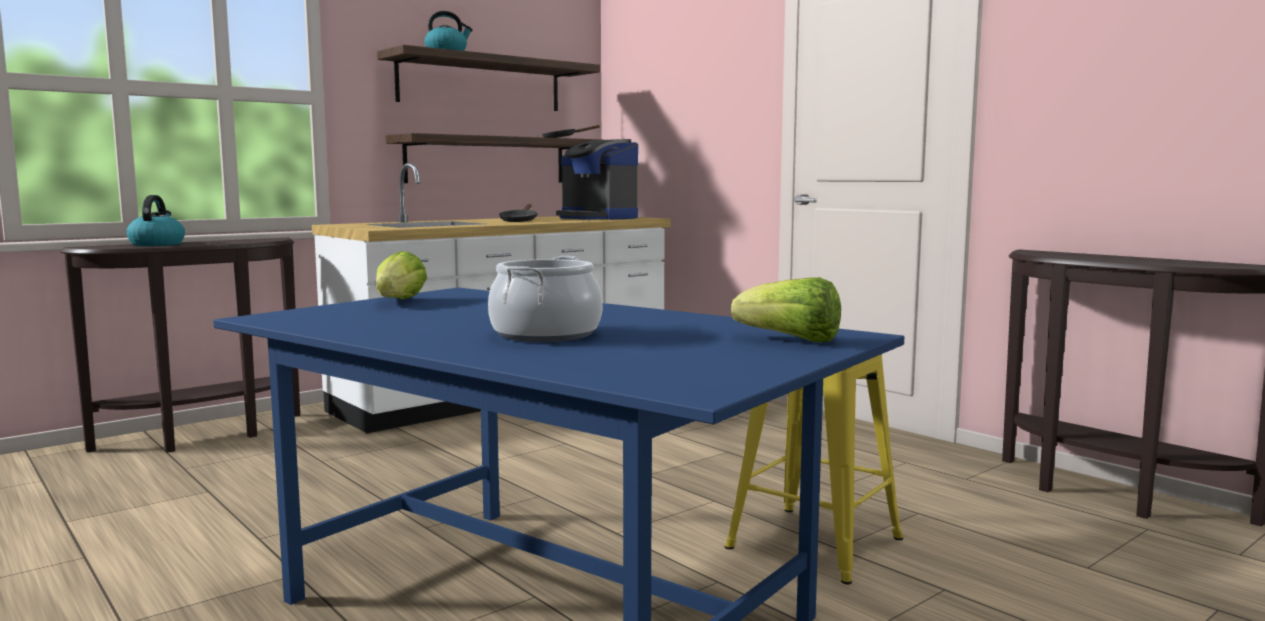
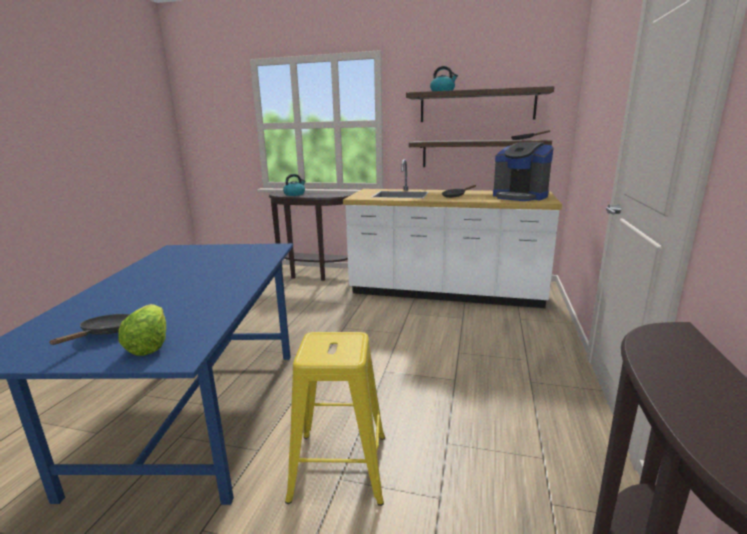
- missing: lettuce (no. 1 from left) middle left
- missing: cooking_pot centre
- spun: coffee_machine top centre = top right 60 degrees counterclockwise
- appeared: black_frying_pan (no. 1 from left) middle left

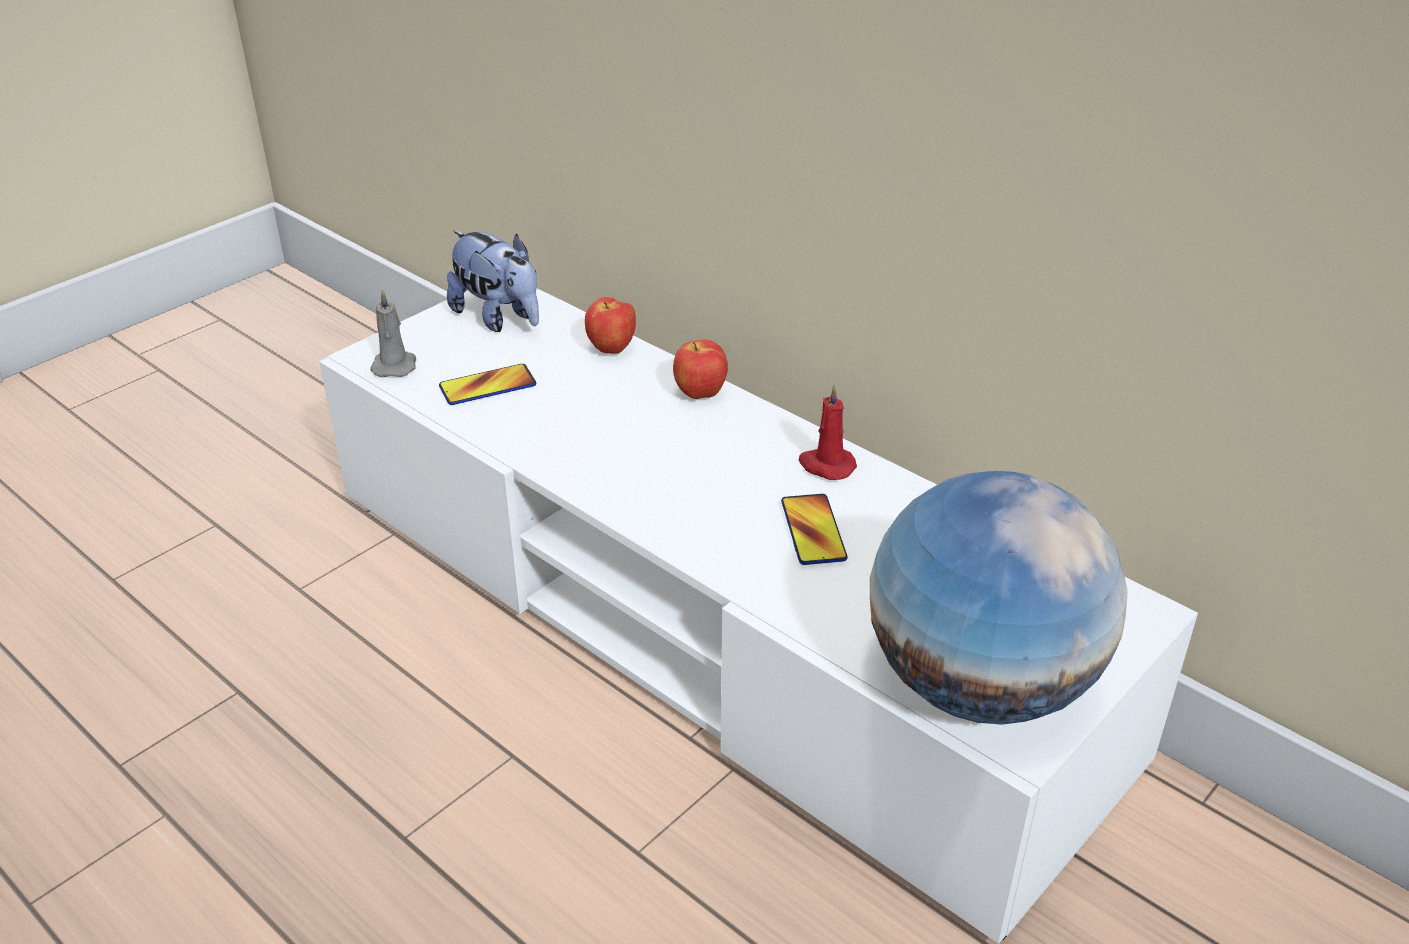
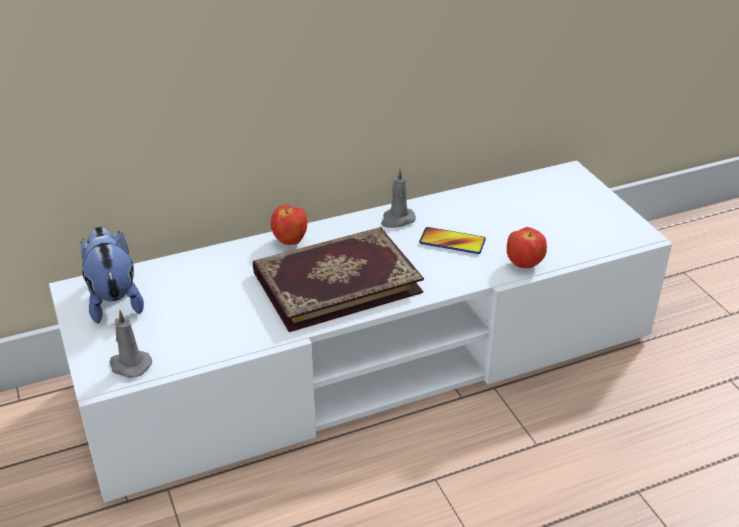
- missing: phone (no. 1 from left) centre
- spun: plush_toy top centre = middle left 90 degrees counterclockwise
- relocated: apple (no. 1 from left in the first image) centre to apple (no. 2 from left) middle right
- colour: red_candle centre to grey_candle (no. 2 from left) centre
- missing: globe middle right
- appeared: book centre

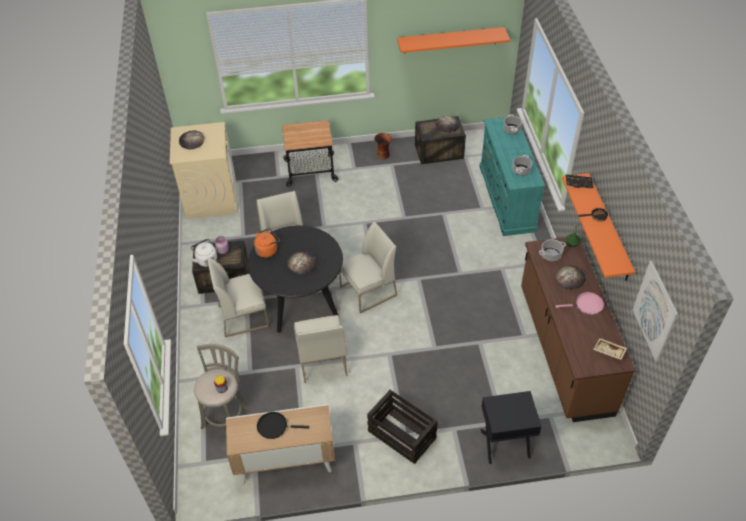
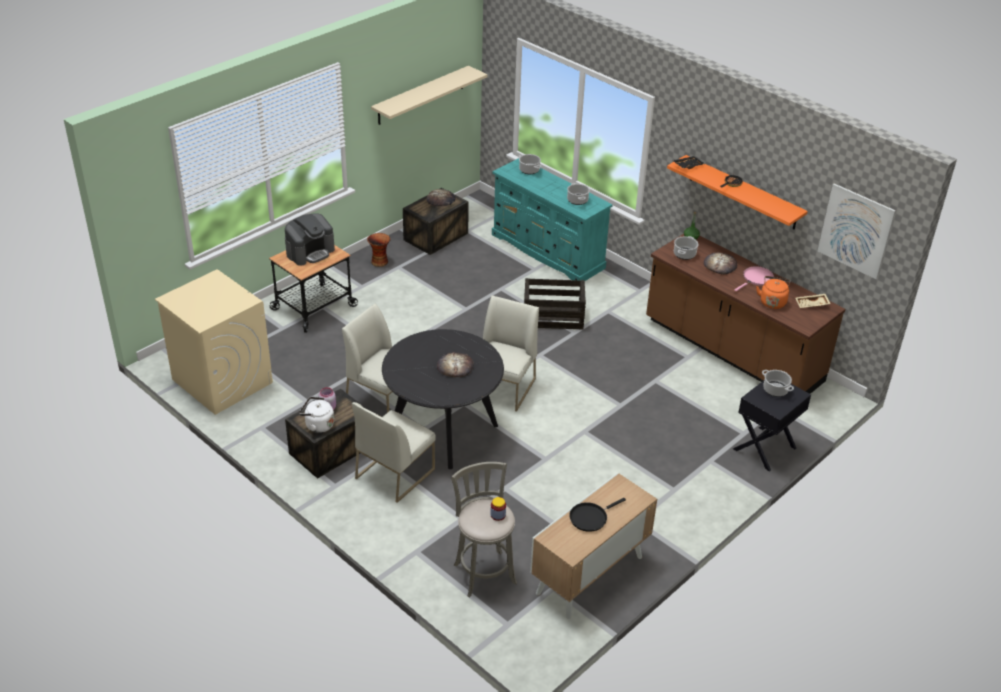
- missing: bread (no. 1 from left) top left
- relocated: orange_kettle centre to middle right
- missing: white_chair (no. 3 from left) bottom centre
- relocated: crate (no. 2 from left in the first image) bottom centre to crate (no. 3 from left) centre
- colour: orange_shelf (no. 1 from left) top centre to beige_shelf top centre
- appeared: coffee_machine middle left
- appeared: cooking_pot (no. 4 from left) middle right

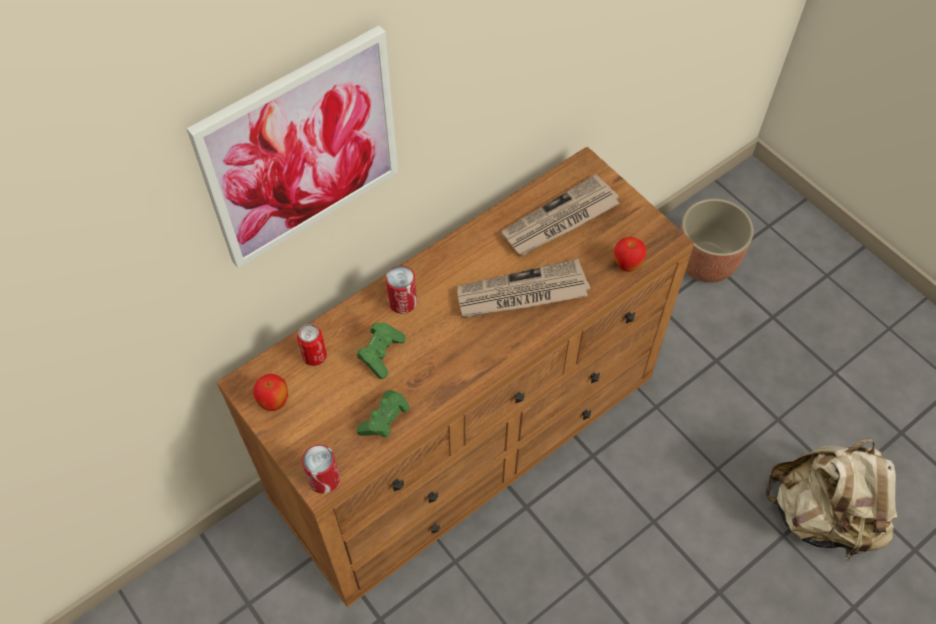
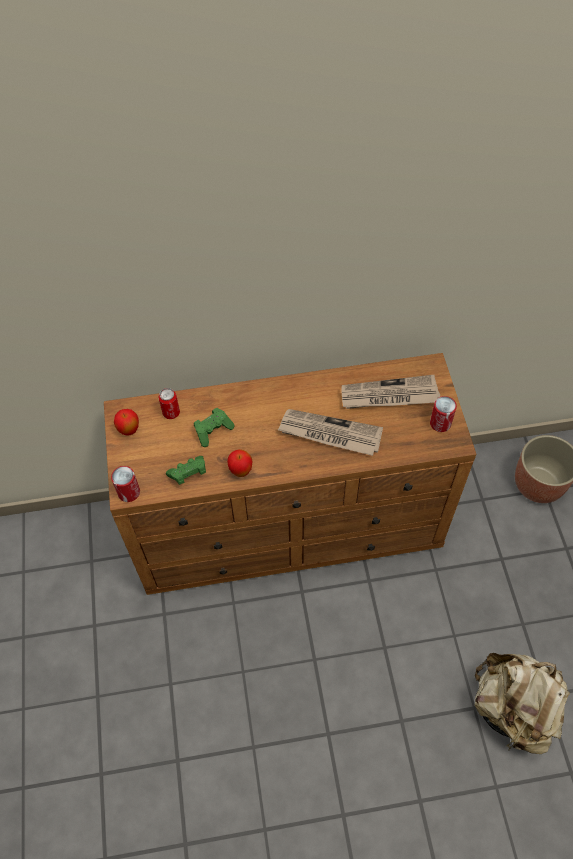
- missing: picture top left
- relocated: can (no. 3 from left) centre to middle right
- relocated: apple (no. 2 from left) middle right to centre

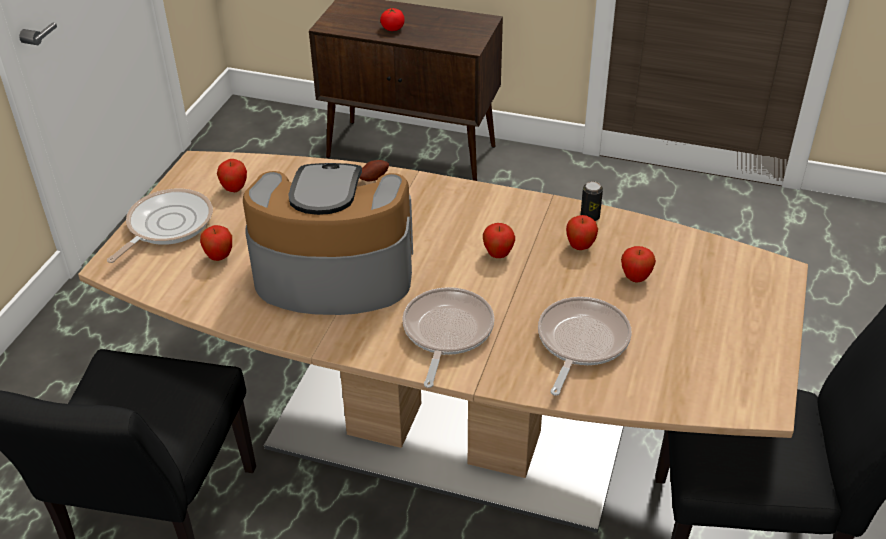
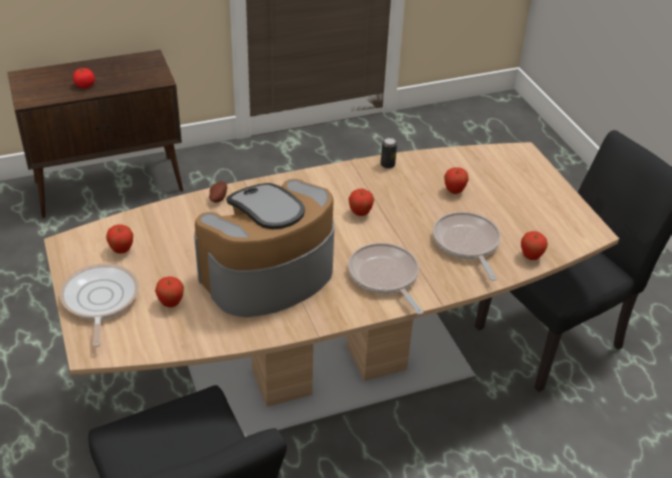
- relocated: apple (no. 4 from left in the first image) centre to apple (no. 5 from left) middle right

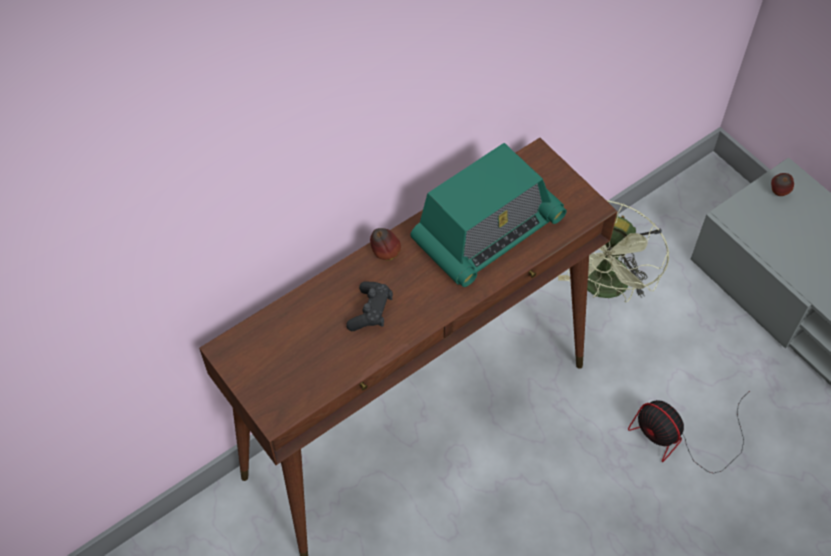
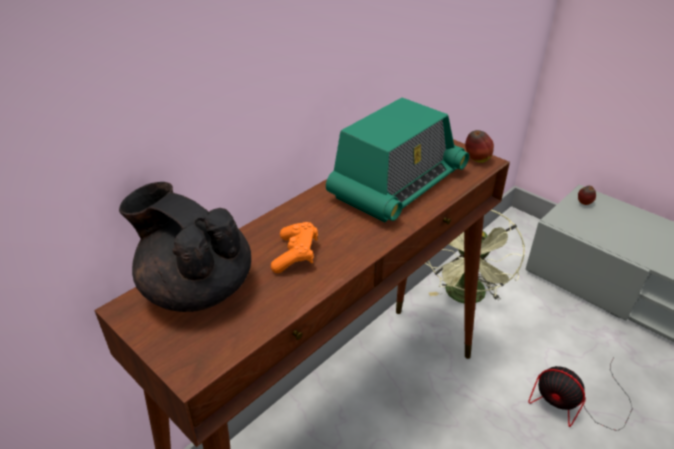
- colour: black_game_controller centre to orange_game_controller centre
- relocated: apple (no. 1 from left) centre to top right
- appeared: black_teapot middle left

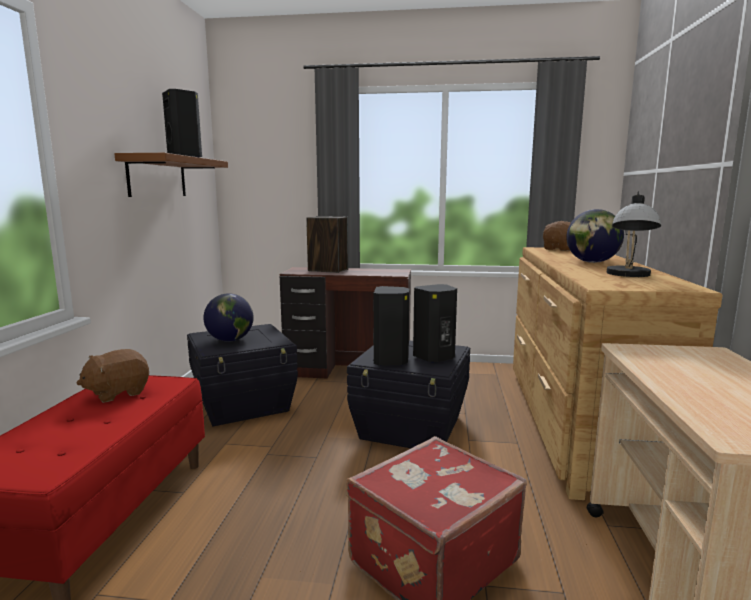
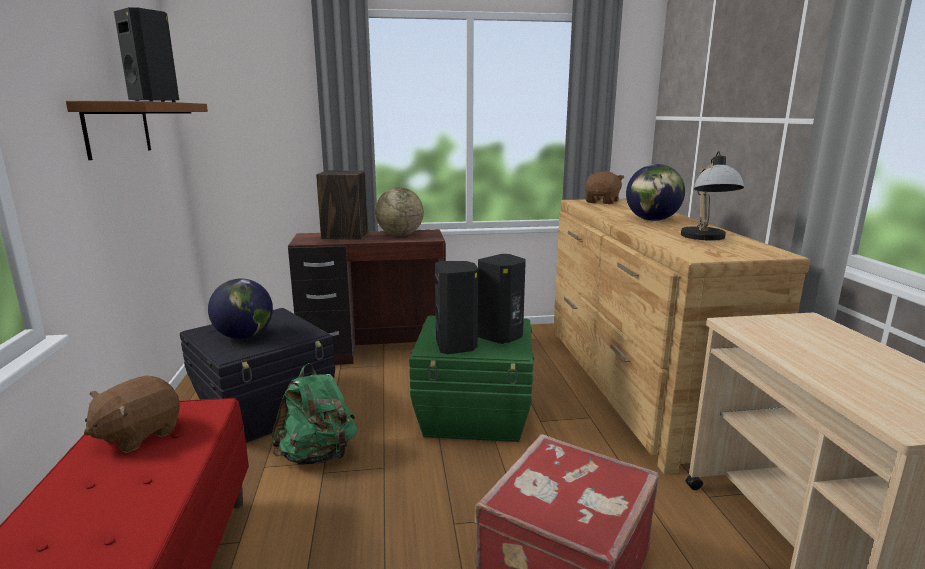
- colour: black_storage_box (no. 2 from left) centre to green_storage_box centre
- appeared: green_backpack bottom centre
- appeared: globe (no. 2 from left) centre

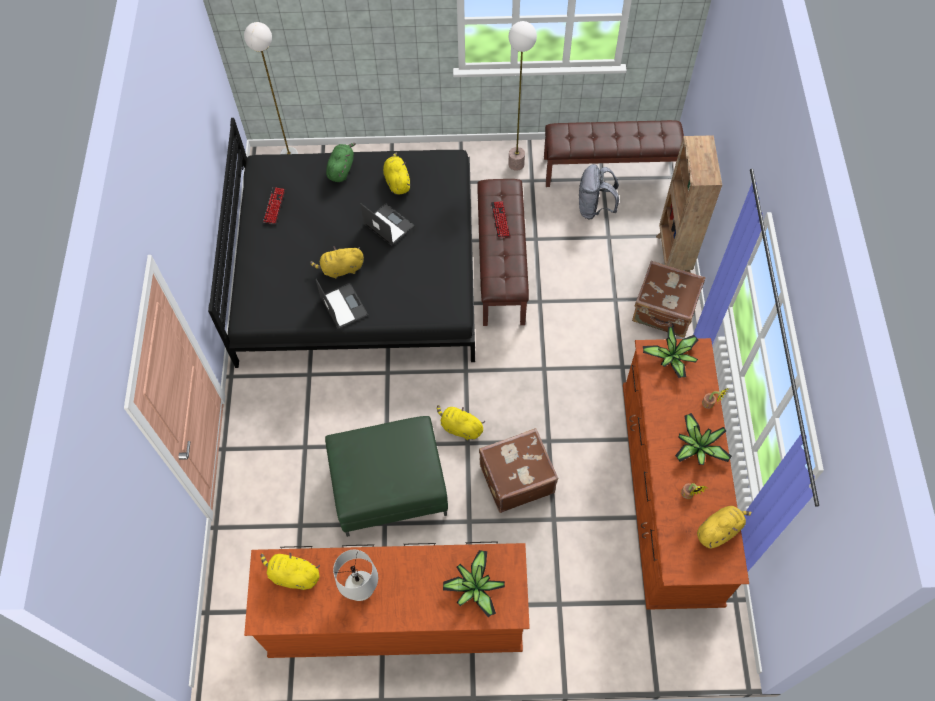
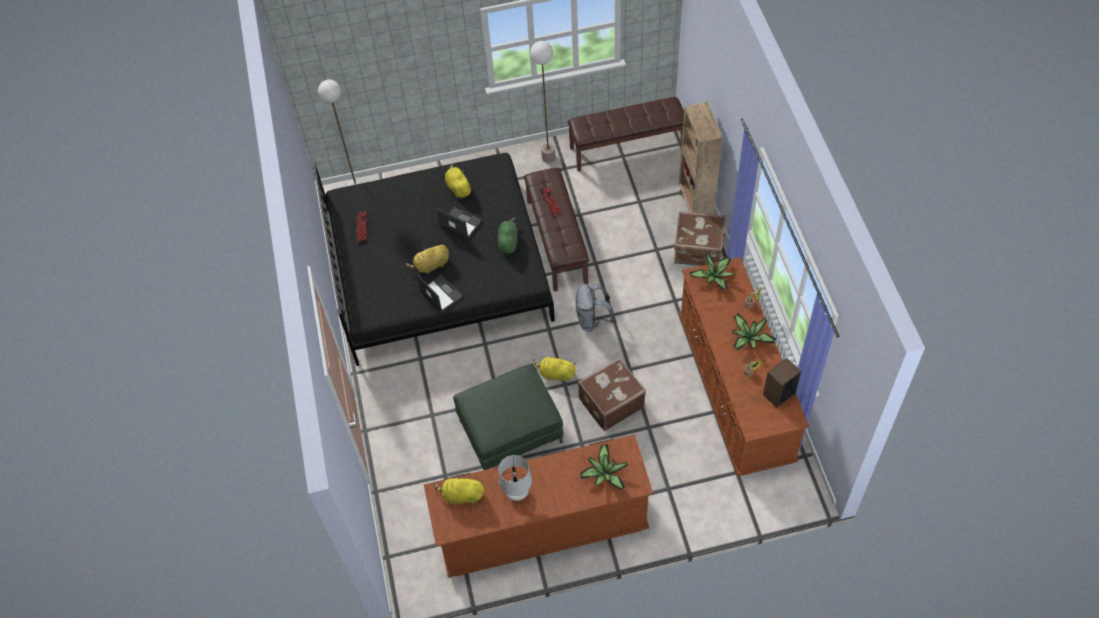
- relocated: green_plush_toy top centre to centre
- relocated: grey_backpack top centre to centre
- exchanged: yellow_plush_toy (no. 5 from left) bottom right to speaker middle right

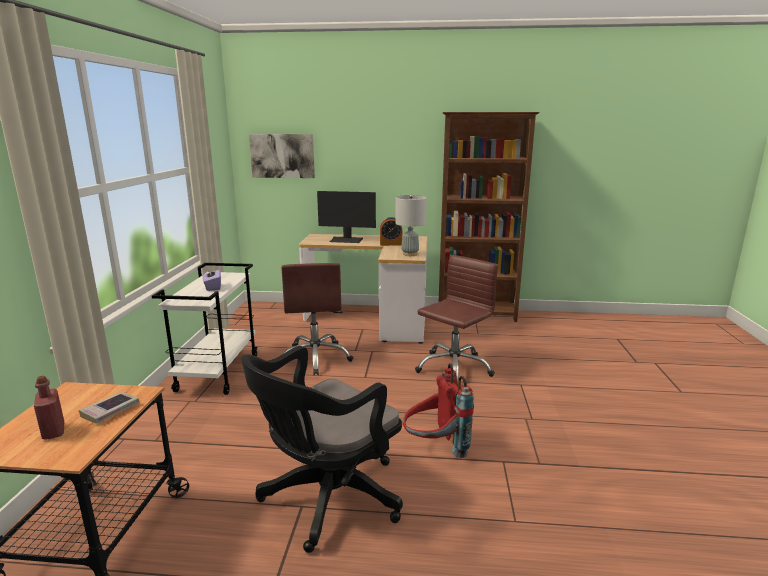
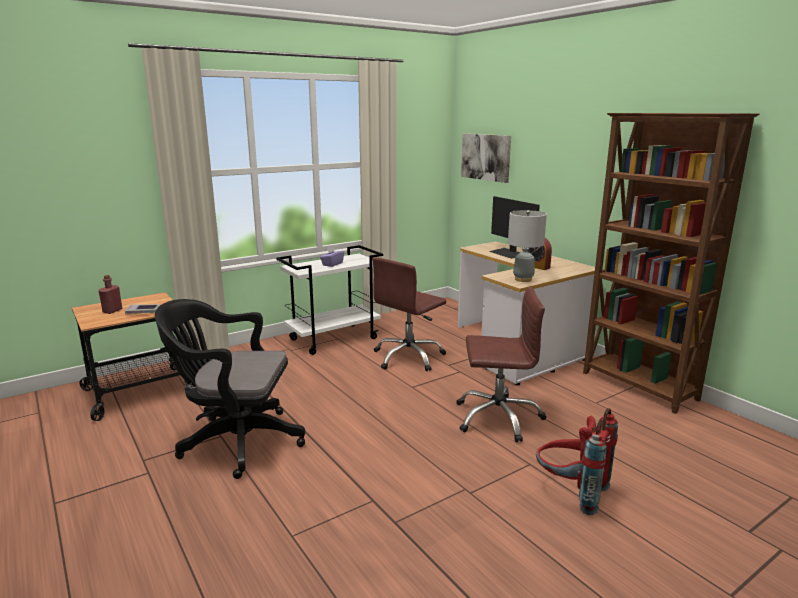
- relocated: red_backpack bottom centre to bottom right

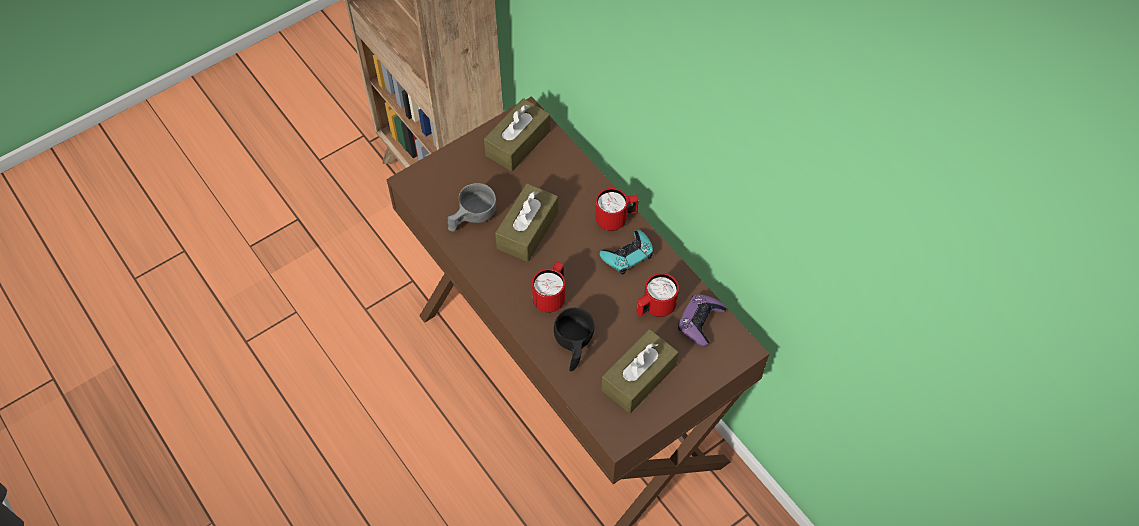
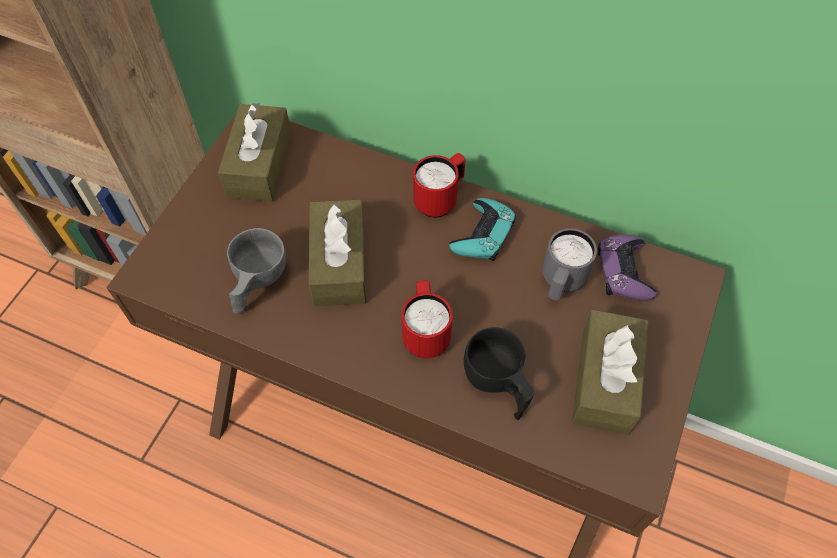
- colour: red_mug (no. 3 from left) centre to grey_mug middle right

